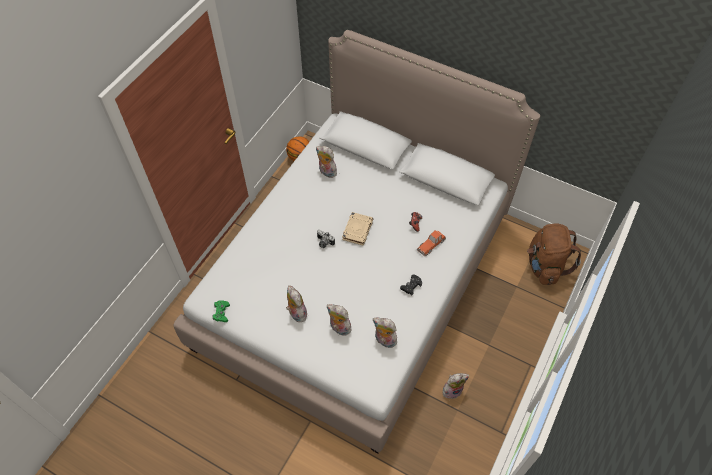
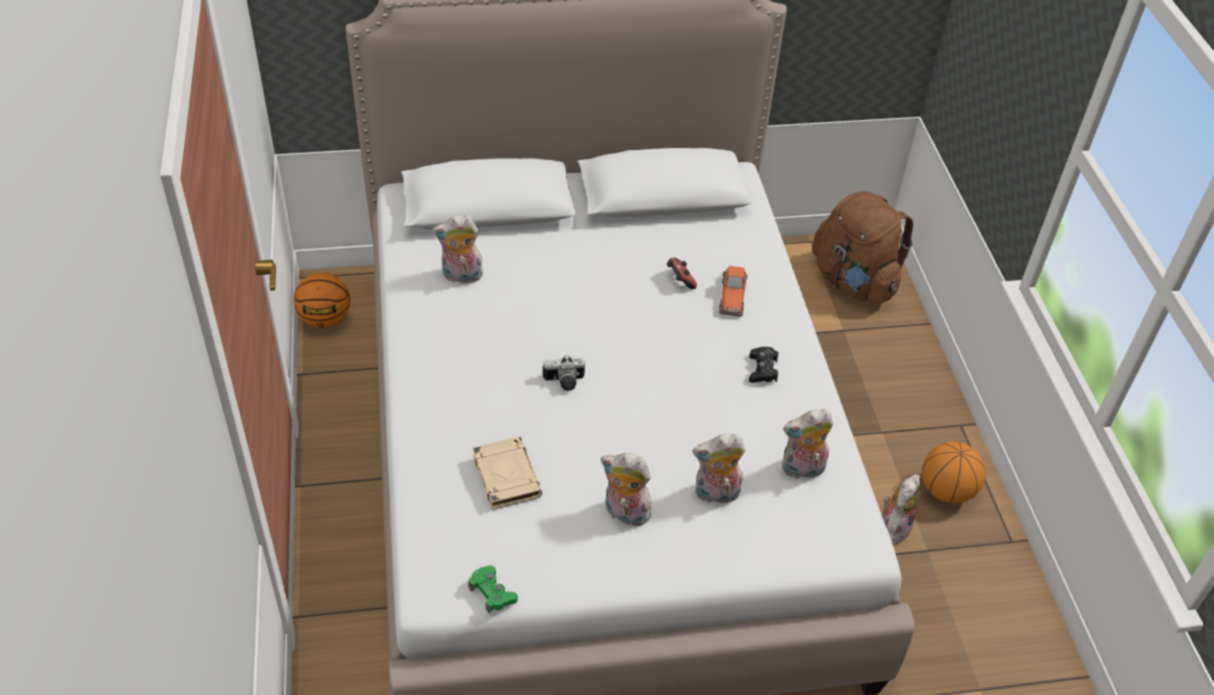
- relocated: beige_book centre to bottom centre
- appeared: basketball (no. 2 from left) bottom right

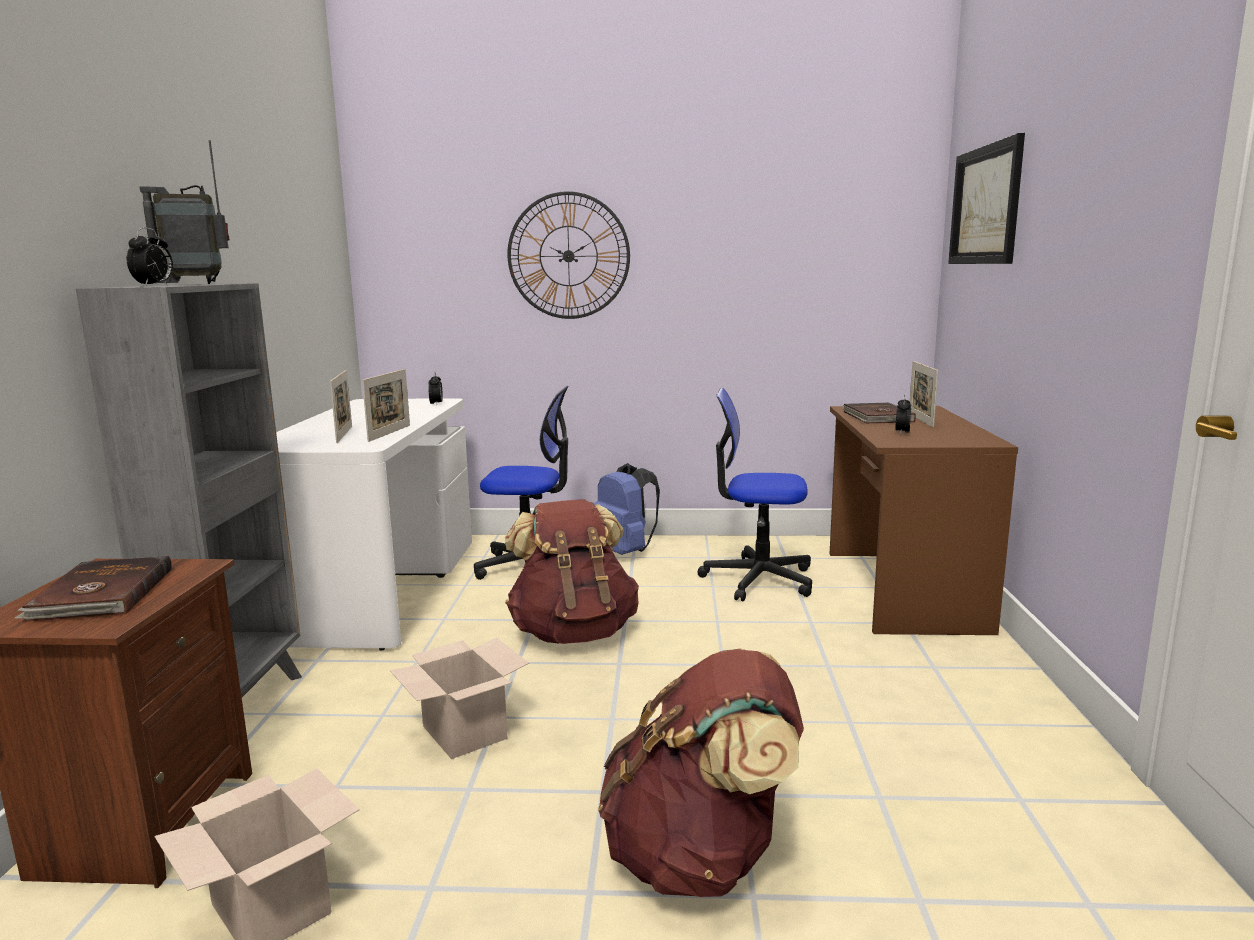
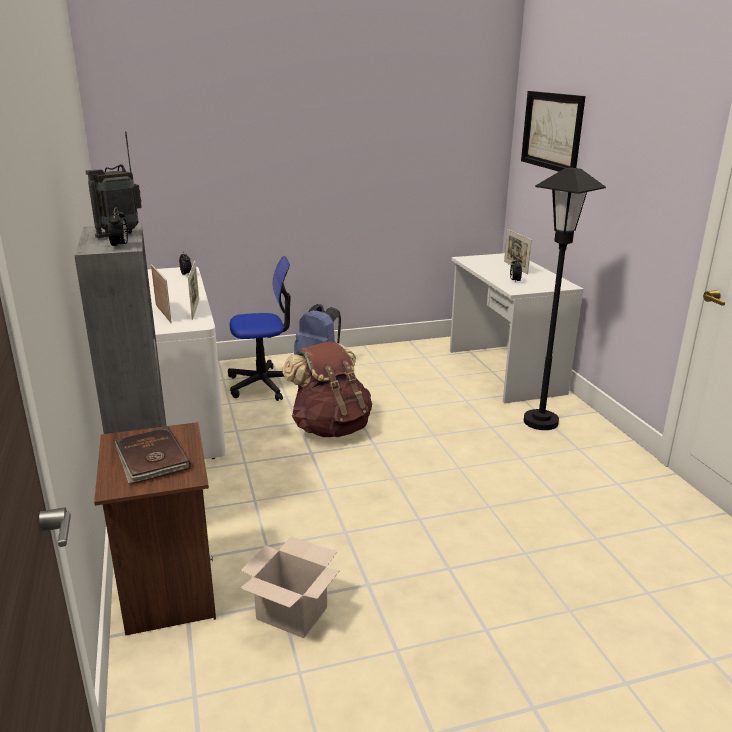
- missing: cardboard_box (no. 2 from left) bottom centre
- missing: wall_clock top centre
- missing: brown_backpack (no. 2 from left) bottom centre
- missing: office_chair (no. 2 from left) centre
- colour: brown_desk middle right to white_desk (no. 2 from left) middle right
- missing: brown_book (no. 2 from left) middle right
- appeared: black_floor_lamp middle right

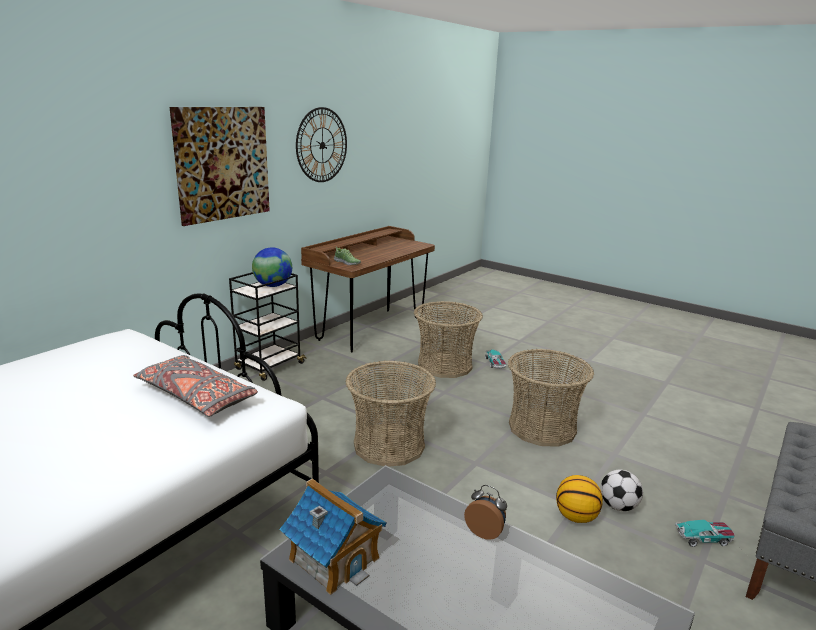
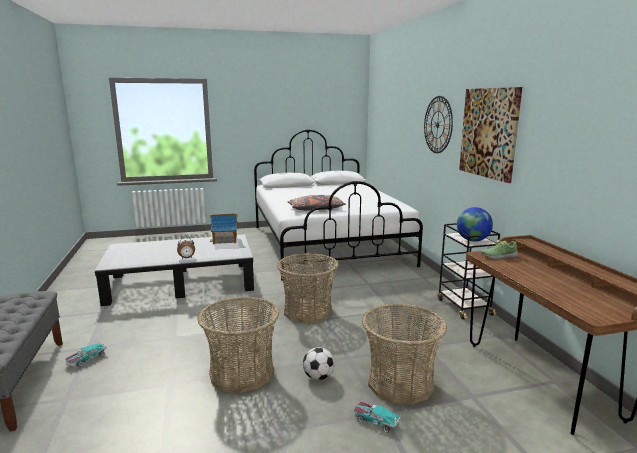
- relocated: wall_clock top centre to top right
- missing: basketball bottom right
- relocated: football bottom right to bottom centre

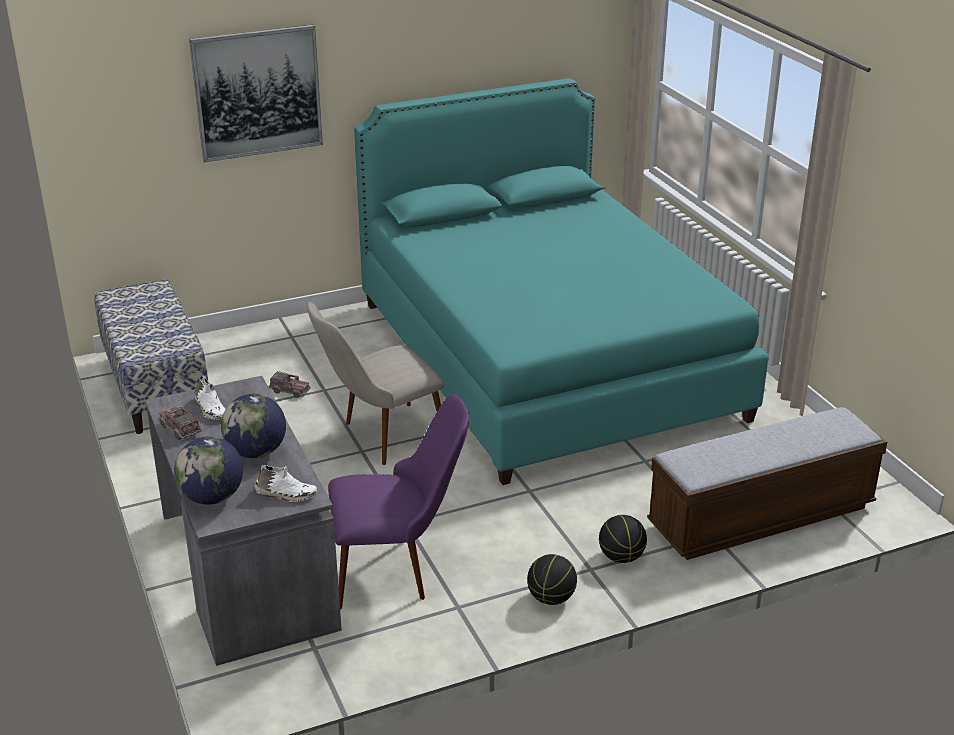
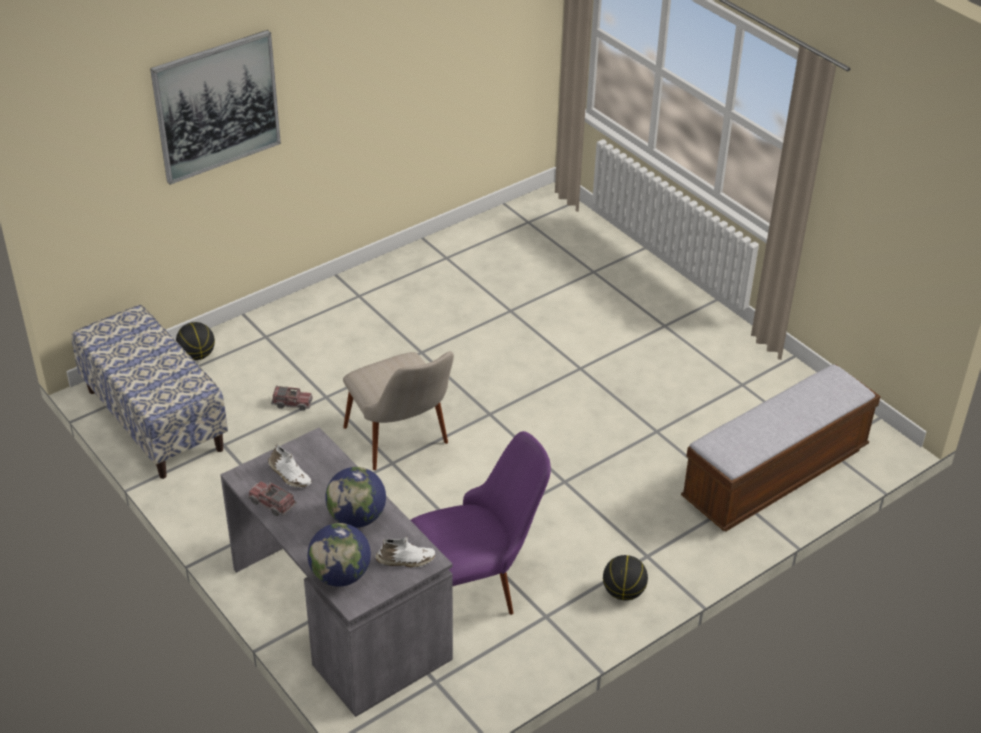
- spun: beige_chair centre = centre 75 degrees counterclockwise
- missing: turquoise_bed centre
- relocated: basketball (no. 2 from left in the first image) bottom centre to basketball (no. 1 from left) middle left

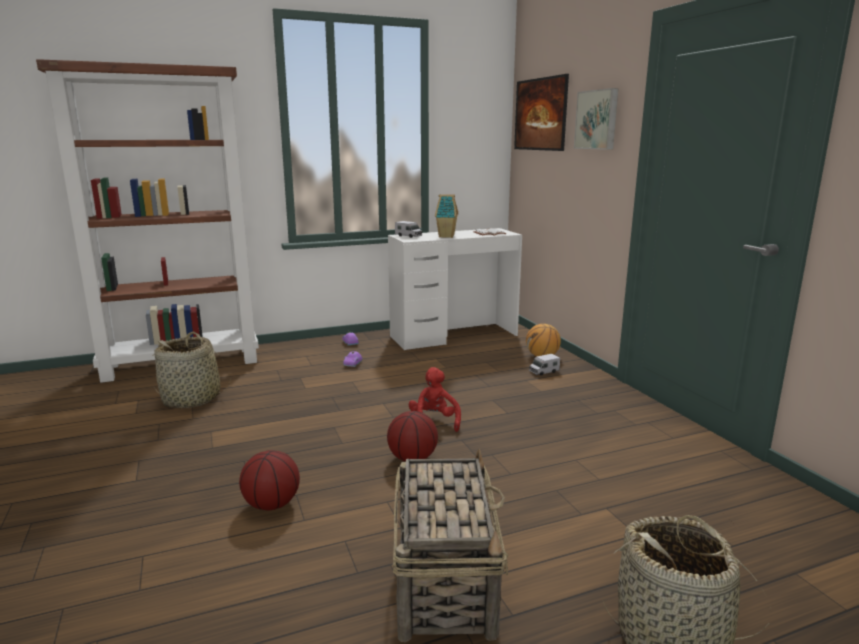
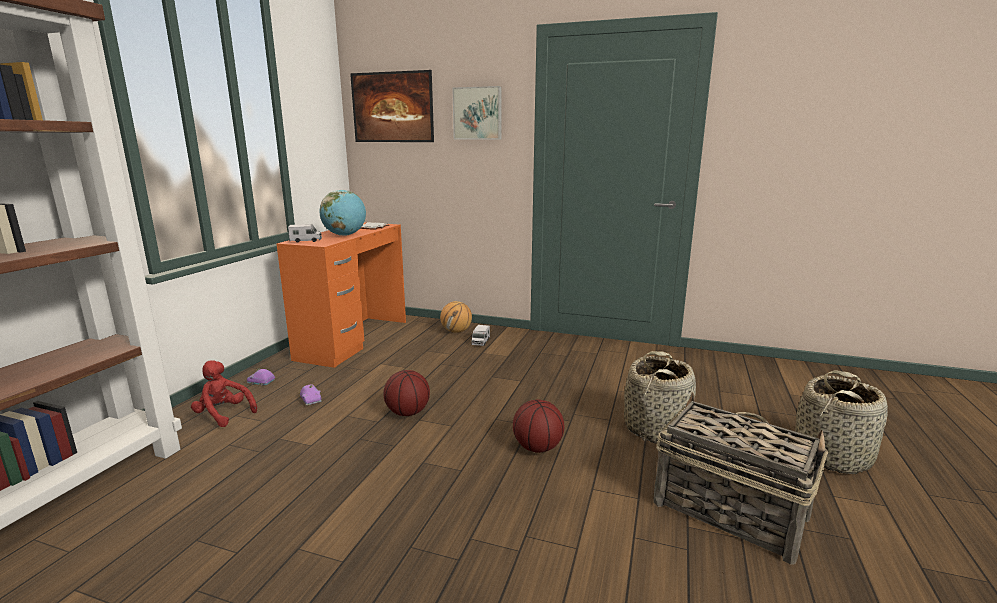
- relocated: basket (no. 1 from left) middle left to centre
- relocated: basketball (no. 1 from left) bottom left to centre
- colour: white_desk centre to orange_desk centre
- relocated: red_plush_toy centre to middle left
- exchanged: toy_house centre to globe centre

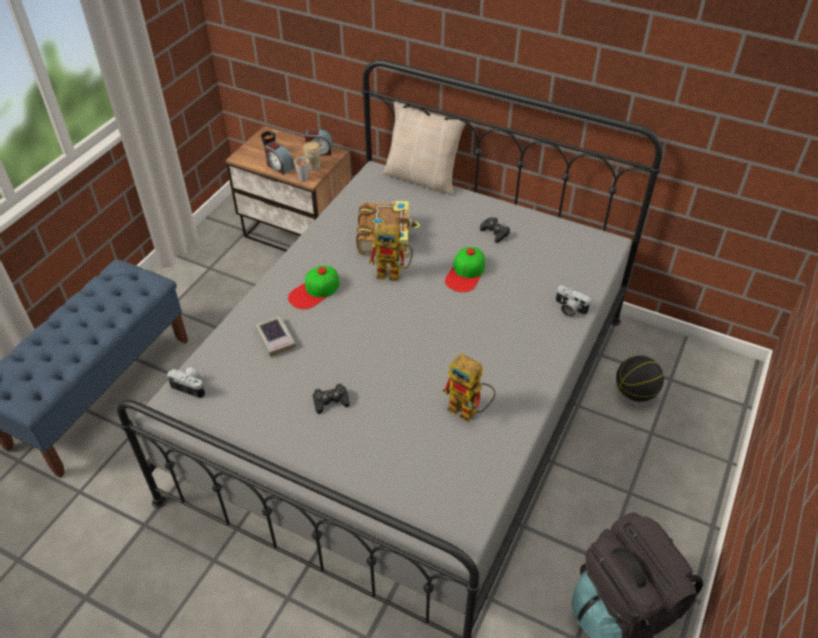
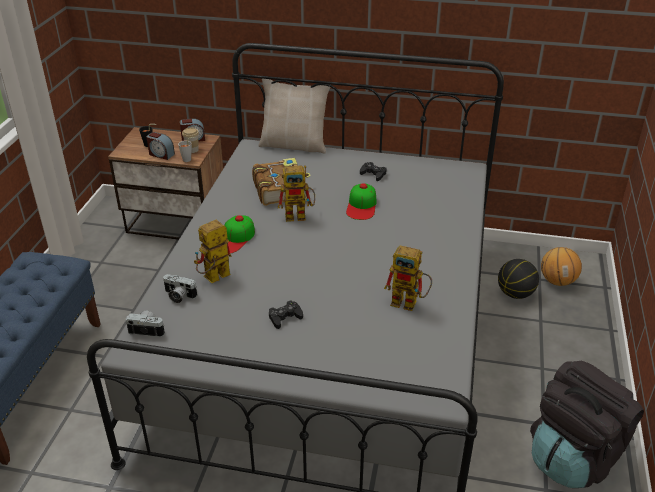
- exchanged: book (no. 1 from left) centre to toy_robot (no. 1 from left) middle left
- relocated: photo_camera (no. 2 from left) middle right to middle left
- appeared: basketball (no. 2 from left) middle right

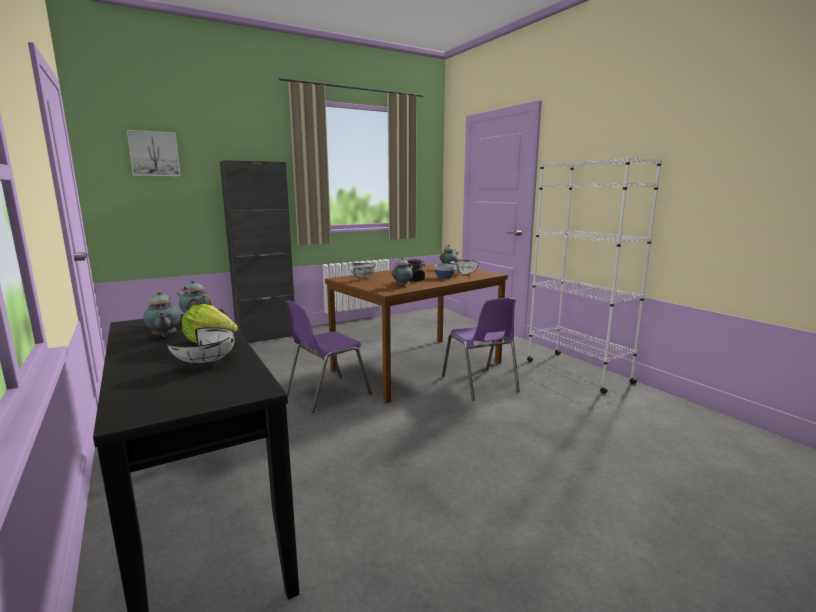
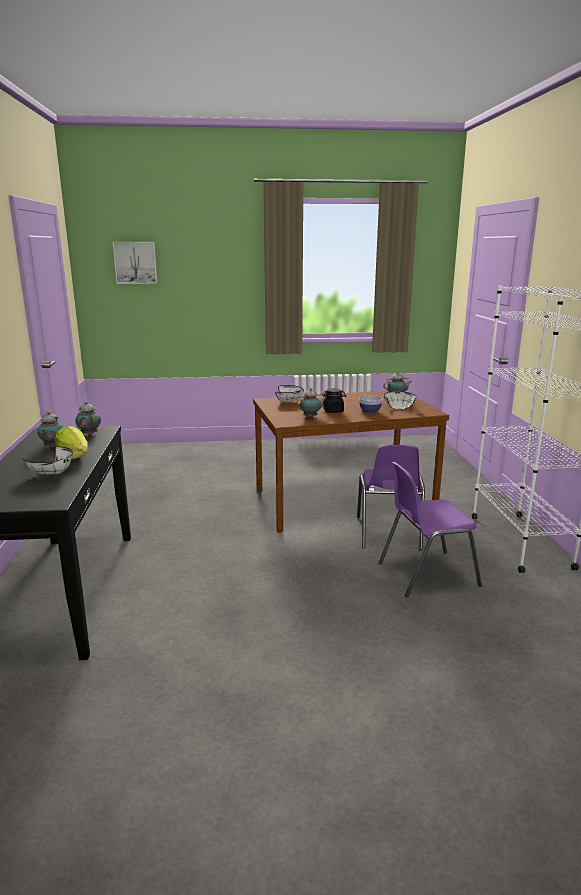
- missing: black_cabinet middle left
- relocated: purple_chair (no. 1 from left in the first image) centre to purple_chair (no. 2 from left) middle right

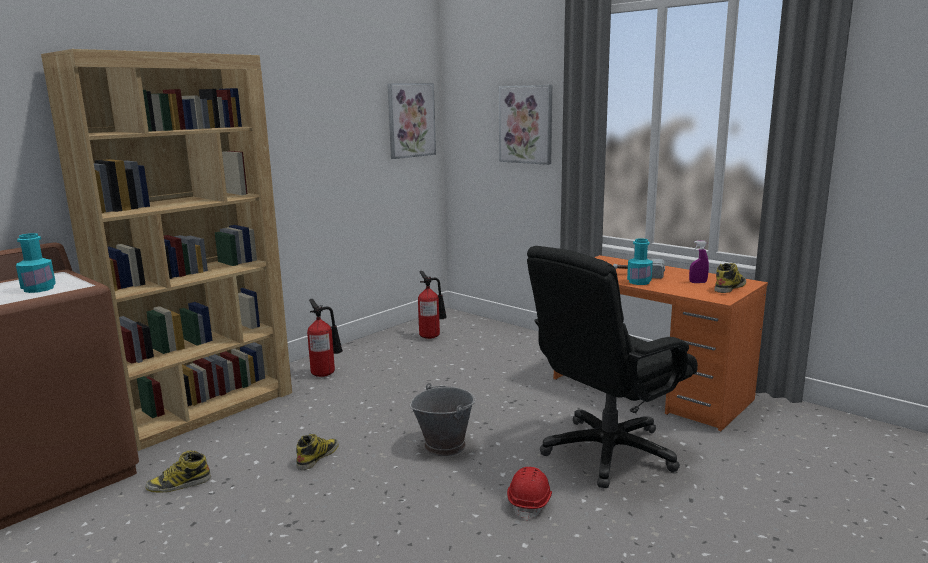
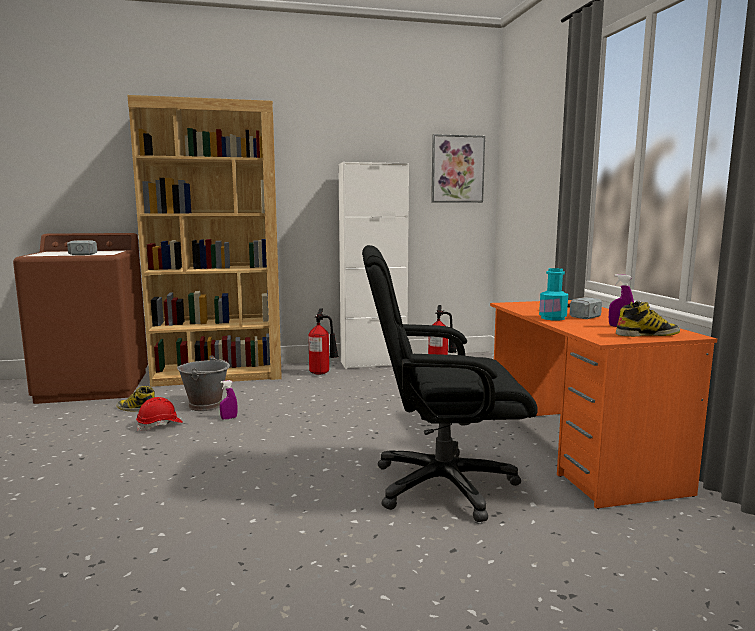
- exchanged: turquoise_bottle (no. 1 from left) middle left to hammer (no. 1 from left) middle left
- exchanged: boot (no. 2 from left) bottom centre to purple_spray_bottle (no. 1 from left) middle left
- relocated: grey_bucket bottom centre to middle left
- missing: picture (no. 2 from left) top centre
- relocated: red_hard_hat bottom centre to middle left
- appeared: white_cabinet centre

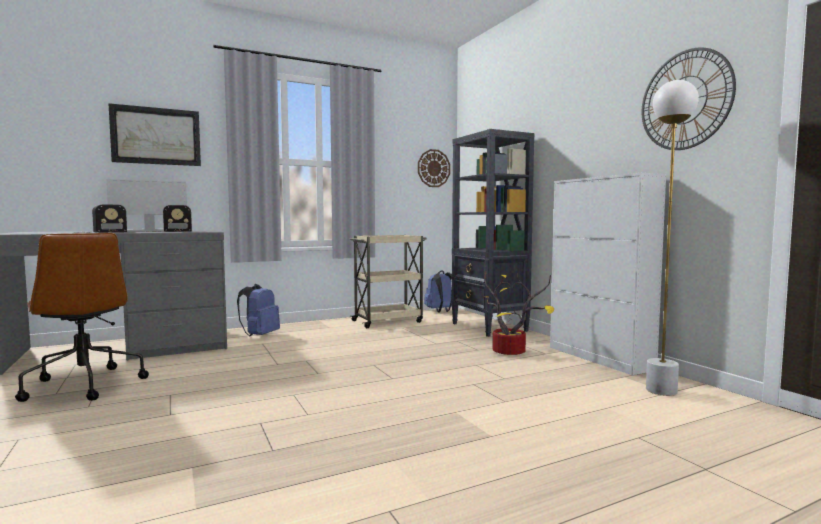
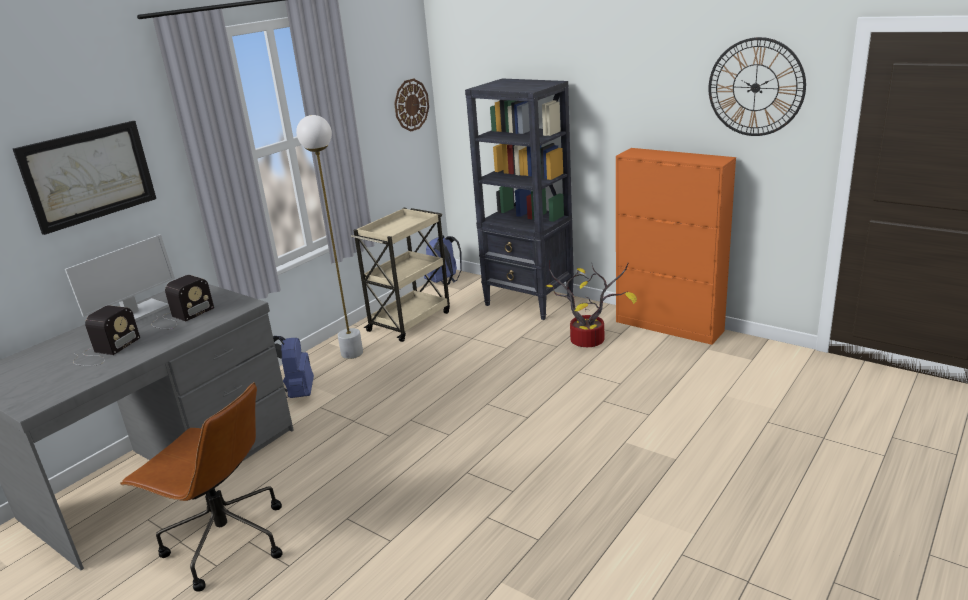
- colour: white_cabinet middle right to orange_cabinet middle right
- relocated: white_floor_lamp middle right to centre

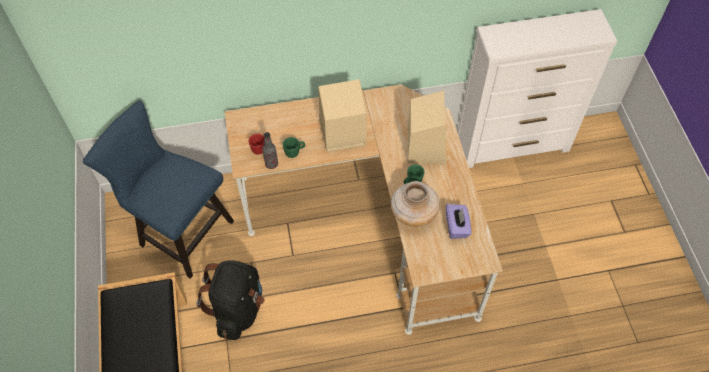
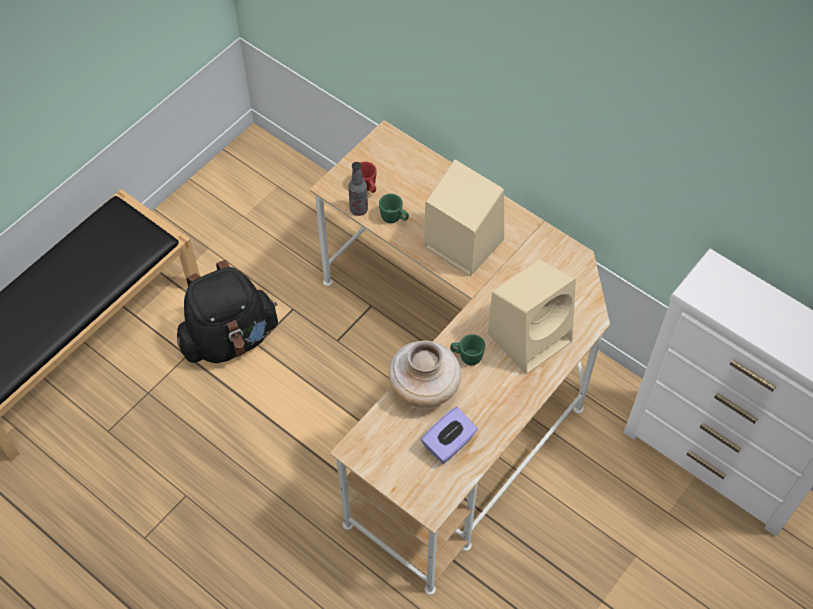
- missing: blue_chair middle left

